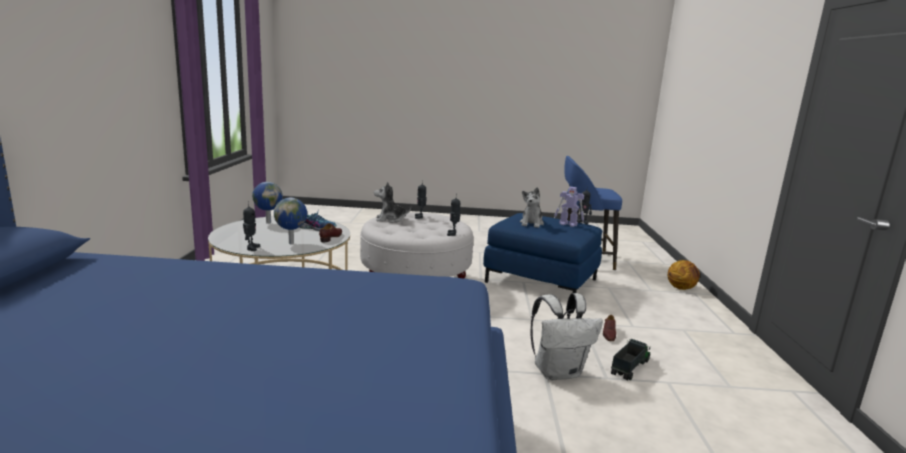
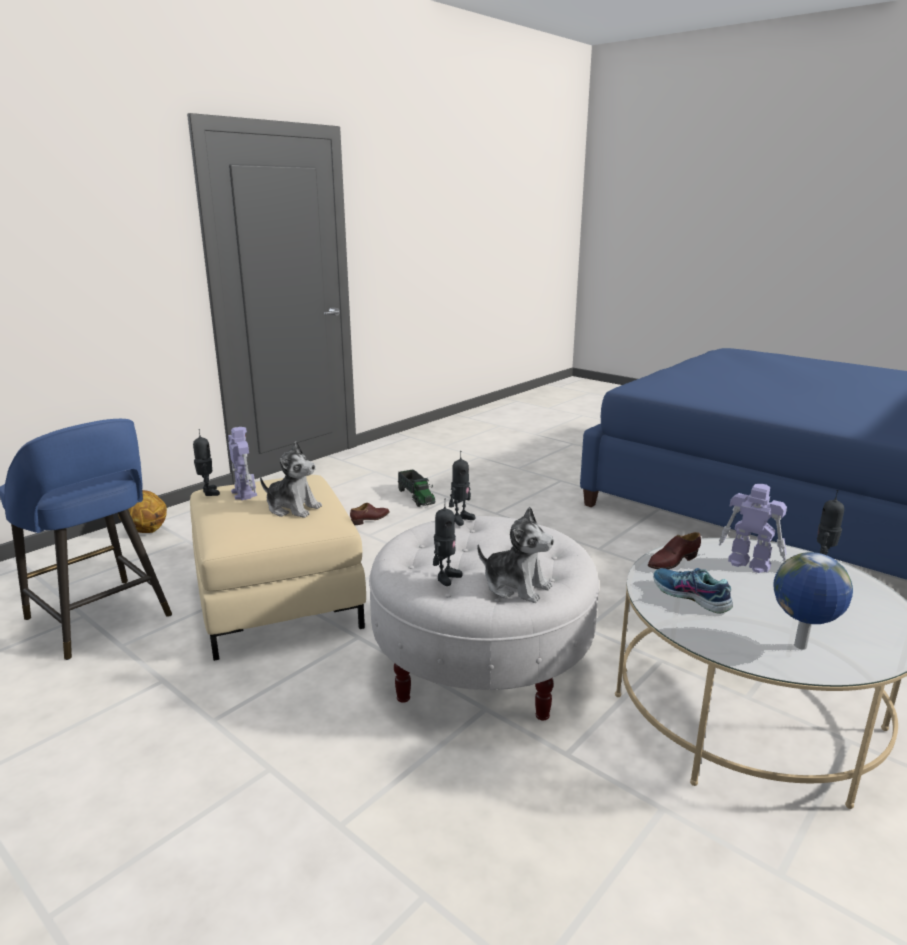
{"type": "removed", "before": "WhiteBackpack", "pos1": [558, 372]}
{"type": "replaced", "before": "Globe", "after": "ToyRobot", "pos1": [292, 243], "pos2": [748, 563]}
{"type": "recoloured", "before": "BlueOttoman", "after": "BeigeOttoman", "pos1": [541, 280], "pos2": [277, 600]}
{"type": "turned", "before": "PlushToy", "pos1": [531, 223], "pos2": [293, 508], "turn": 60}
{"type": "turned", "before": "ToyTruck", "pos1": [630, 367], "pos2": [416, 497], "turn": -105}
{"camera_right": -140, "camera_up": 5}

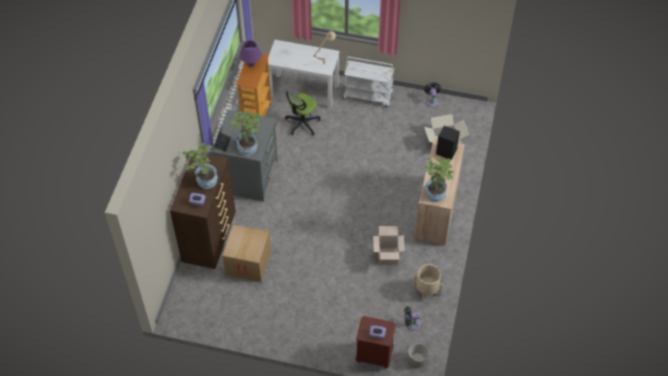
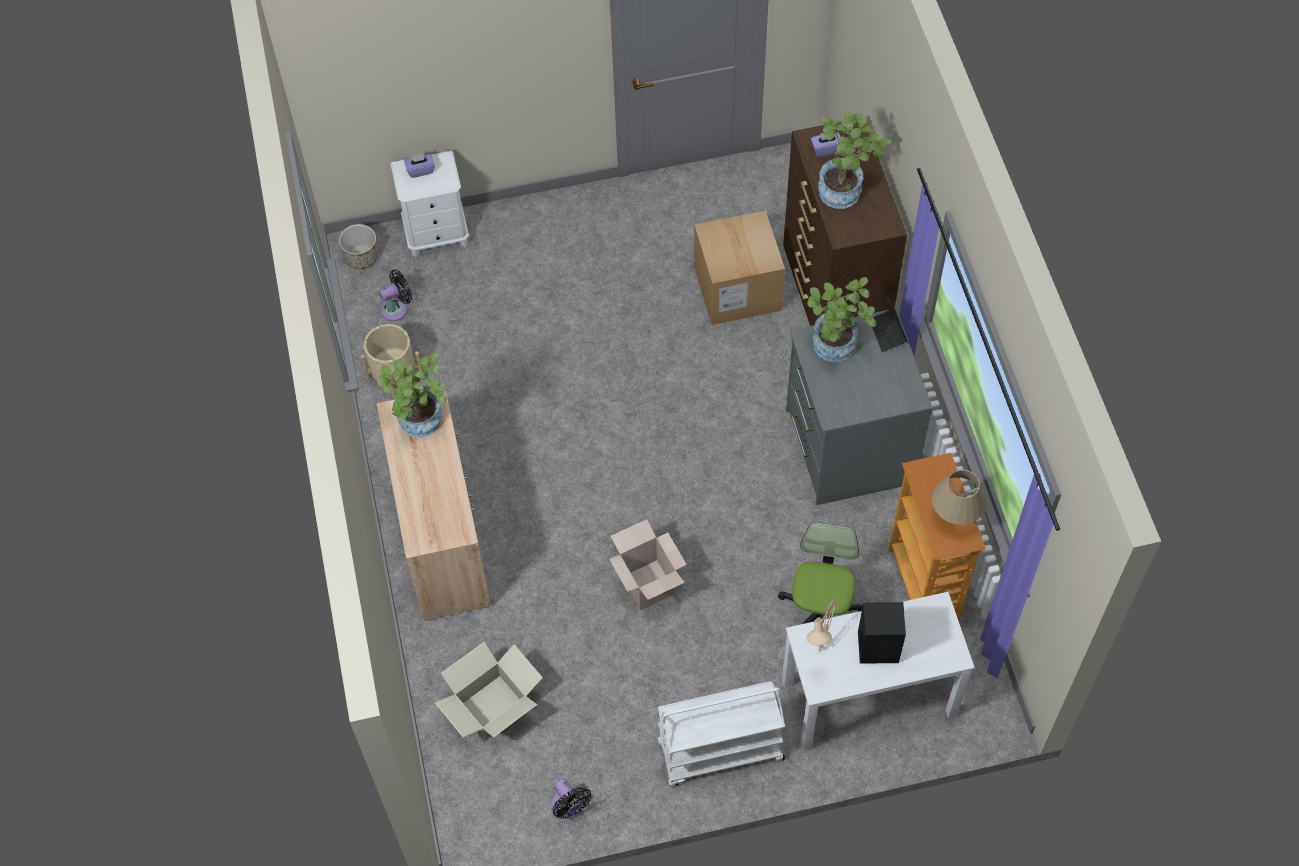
{"type": "moved", "before": "CardboardBox", "pos1": [387, 256], "pos2": [648, 585]}
{"type": "moved", "before": "BlackSpeaker", "pos1": [445, 151], "pos2": [879, 647]}
{"type": "recoloured", "before": "PurpleTableLamp", "after": "BeigeTableLamp", "pos1": [251, 64], "pos2": [955, 516]}
{"type": "recoloured", "before": "BrownNightstand", "after": "WhiteNightstand", "pos1": [374, 355], "pos2": [437, 234]}
{"camera_right": 155, "camera_up": 5}

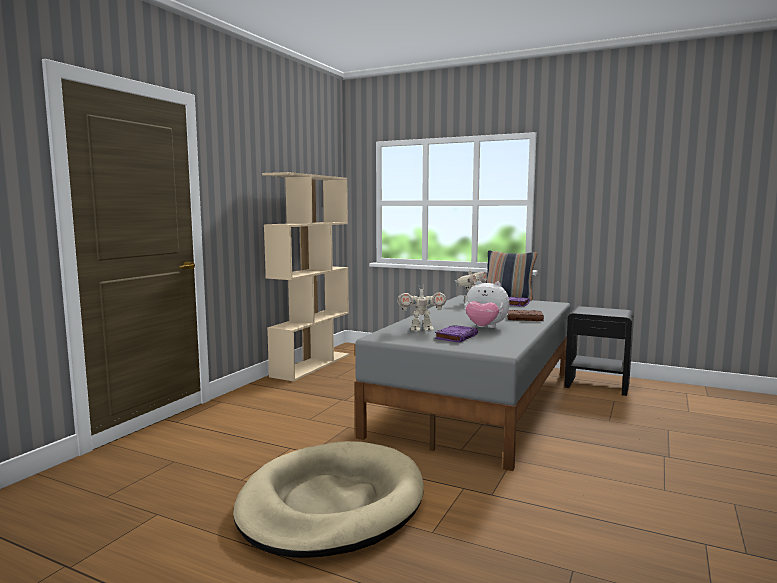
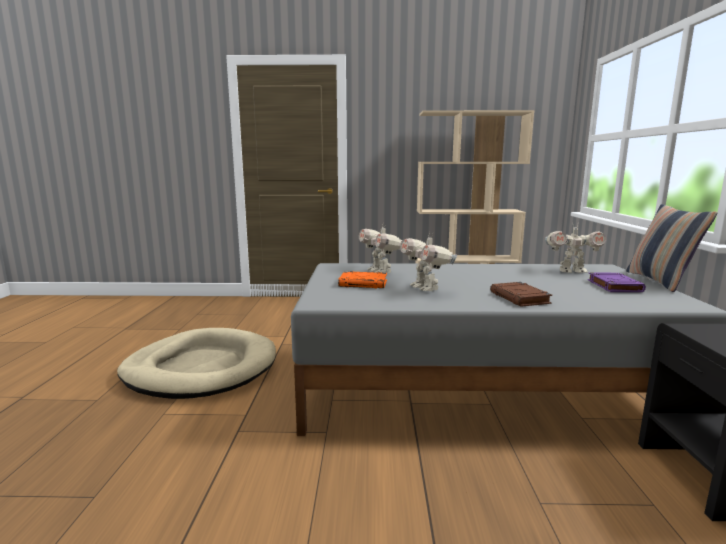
{"type": "replaced", "before": "PlushToy", "after": "ToyRobot", "pos1": [485, 328], "pos2": [425, 288]}
{"type": "recoloured", "before": "PurpleBook", "after": "OrangeBook", "pos1": [456, 337], "pos2": [364, 283]}
{"camera_right": 65, "camera_up": 5}

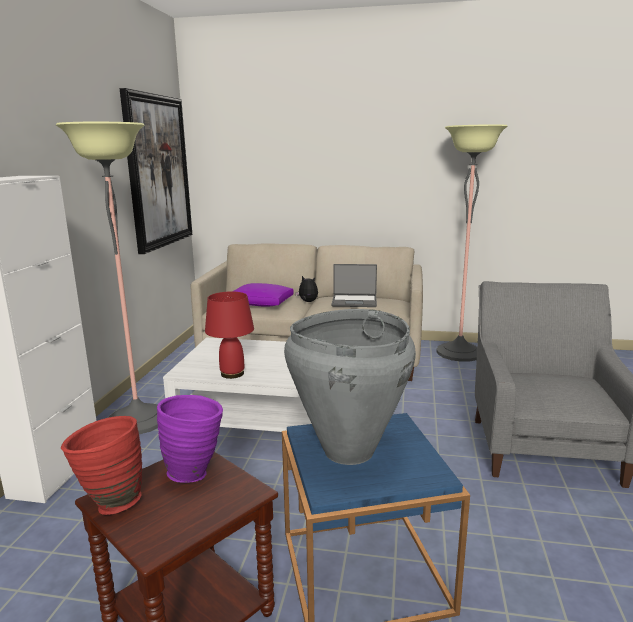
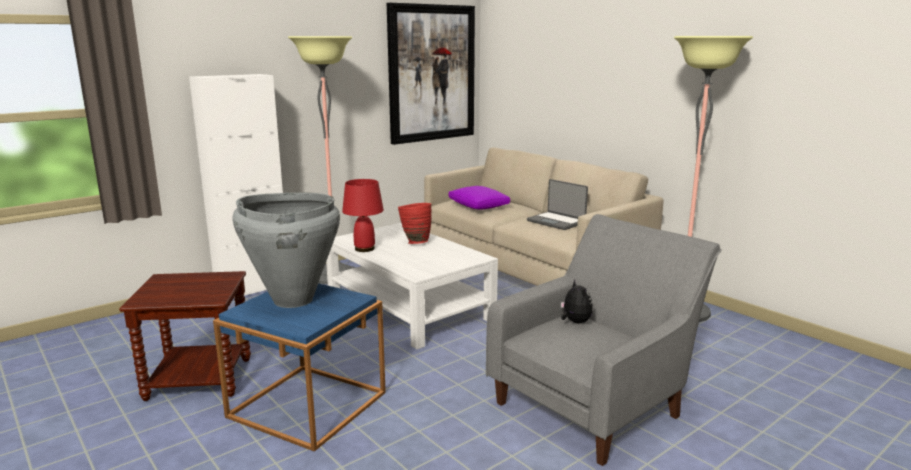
{"type": "removed", "before": "PurpleVase", "pos1": [196, 472]}
{"type": "moved", "before": "RedVase", "pos1": [110, 503], "pos2": [415, 242]}
{"type": "moved", "before": "PlushToy", "pos1": [307, 302], "pos2": [575, 322]}
{"camera_right": 40, "camera_up": 0}

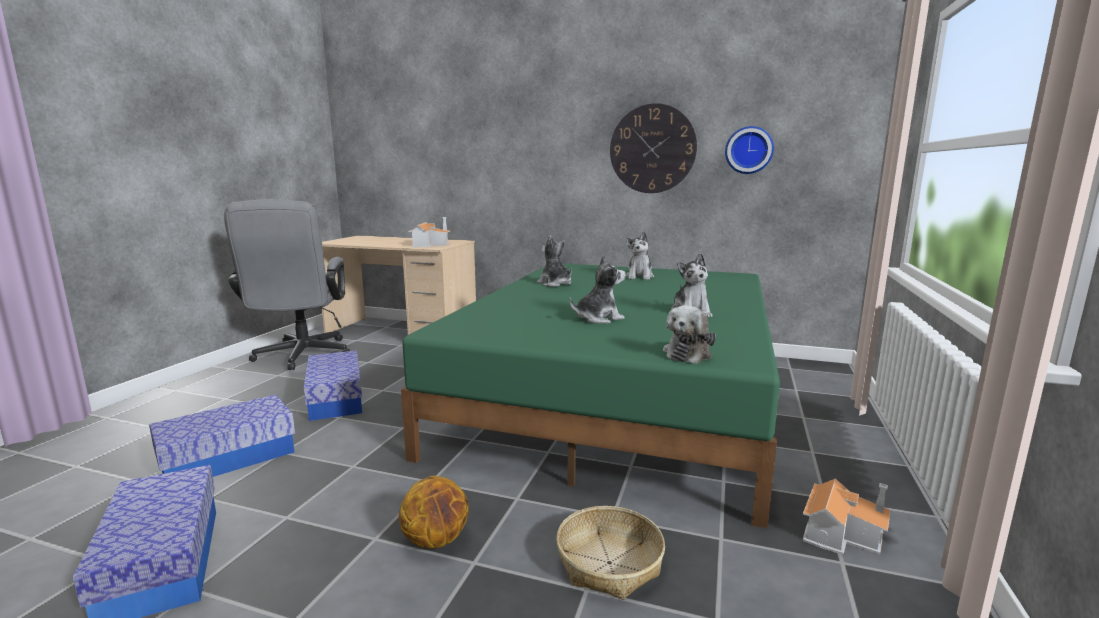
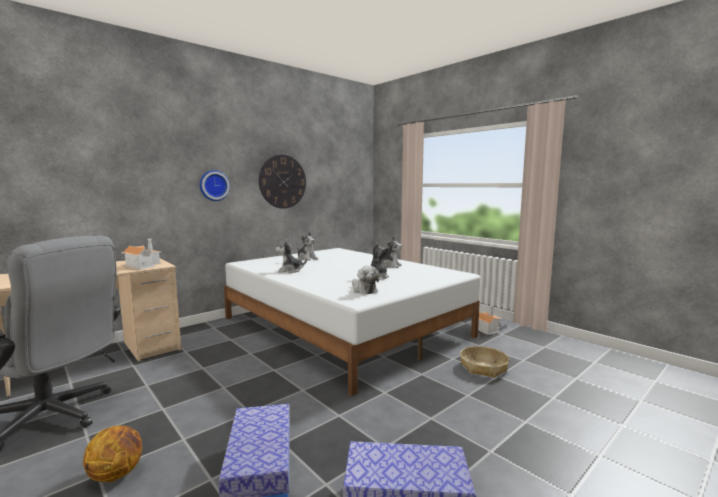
{"type": "removed", "before": "StorageBox", "pos1": [336, 399]}
{"type": "moved", "before": "Basketball", "pos1": [436, 540], "pos2": [117, 473]}
{"type": "moved", "before": "PlushToy", "pos1": [688, 353], "pos2": [363, 290]}
{"type": "moved", "before": "WallClock", "pos1": [749, 150], "pos2": [213, 185]}
{"type": "recoloured", "before": "GreenBed", "after": "WhiteBed", "pos1": [618, 397], "pos2": [343, 326]}
{"camera_right": -60, "camera_up": -5}

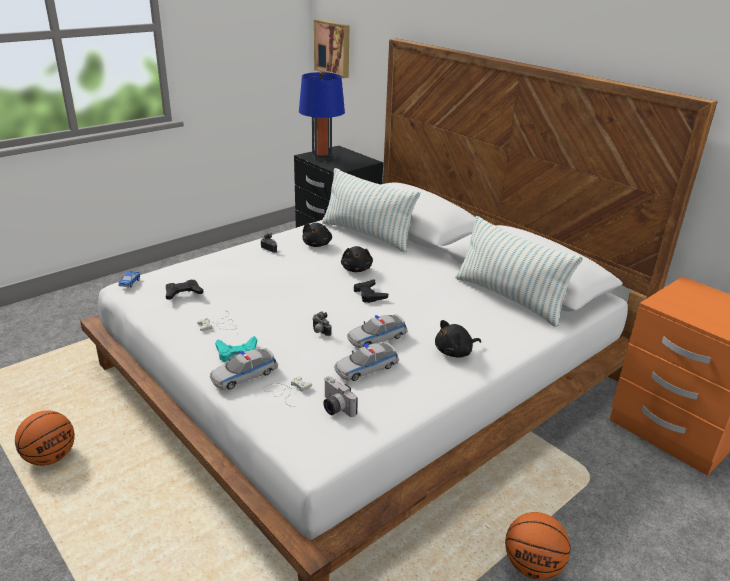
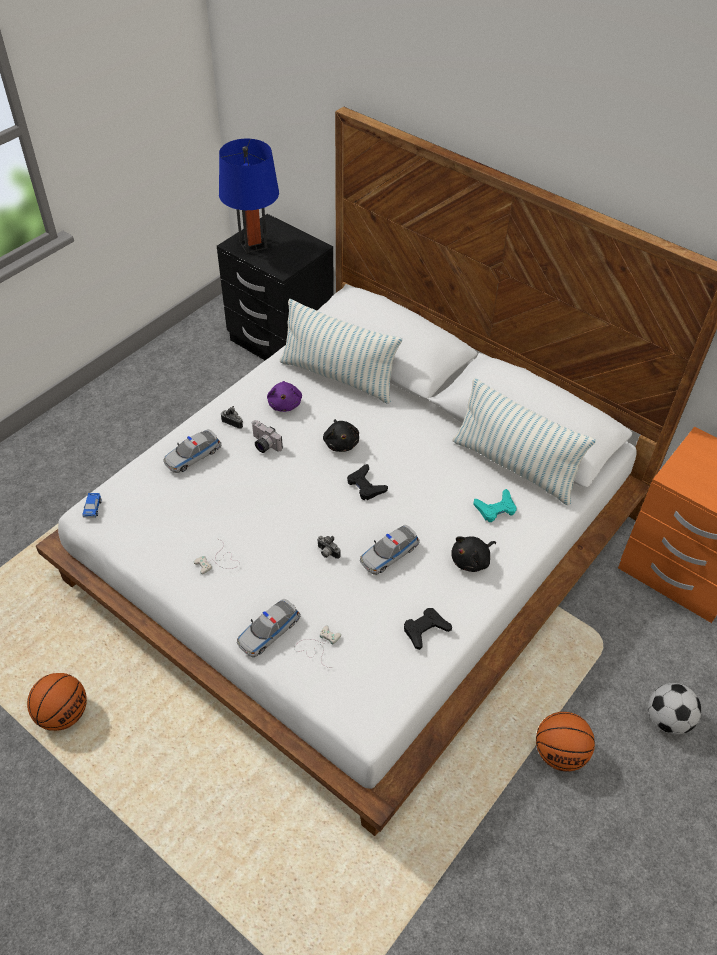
{"type": "removed", "before": "Picture", "pos1": [333, 48]}
{"type": "added", "after": "Football", "pos2": [667, 720]}
{"type": "moved", "before": "BlackGameController", "pos1": [183, 293], "pos2": [425, 630]}
{"type": "moved", "before": "TurquoiseGameController", "pos1": [237, 352], "pos2": [495, 509]}
{"type": "moved", "before": "PhotoCamera", "pos1": [334, 407], "pos2": [263, 445]}
{"type": "moved", "before": "ToyCar", "pos1": [366, 368], "pos2": [193, 456]}
{"type": "recoloured", "before": "BlackPlushToy", "after": "PurplePlushToy", "pos1": [317, 244], "pos2": [285, 404]}
{"camera_right": -10, "camera_up": 20}

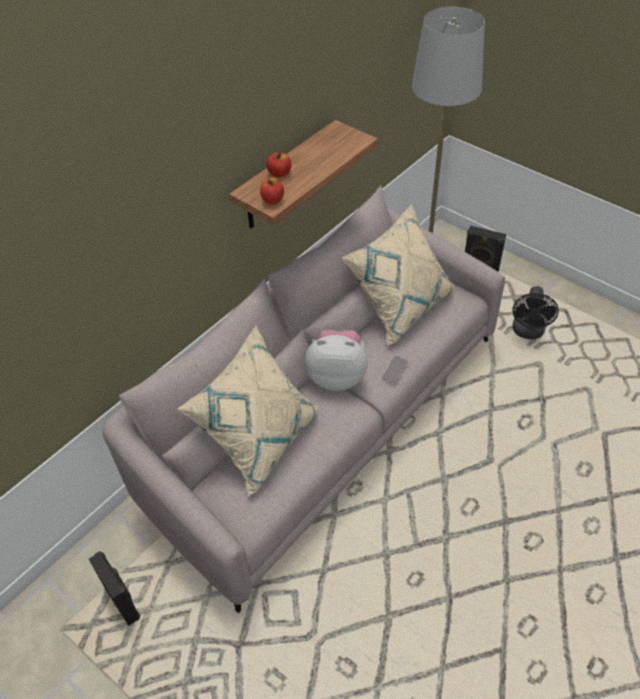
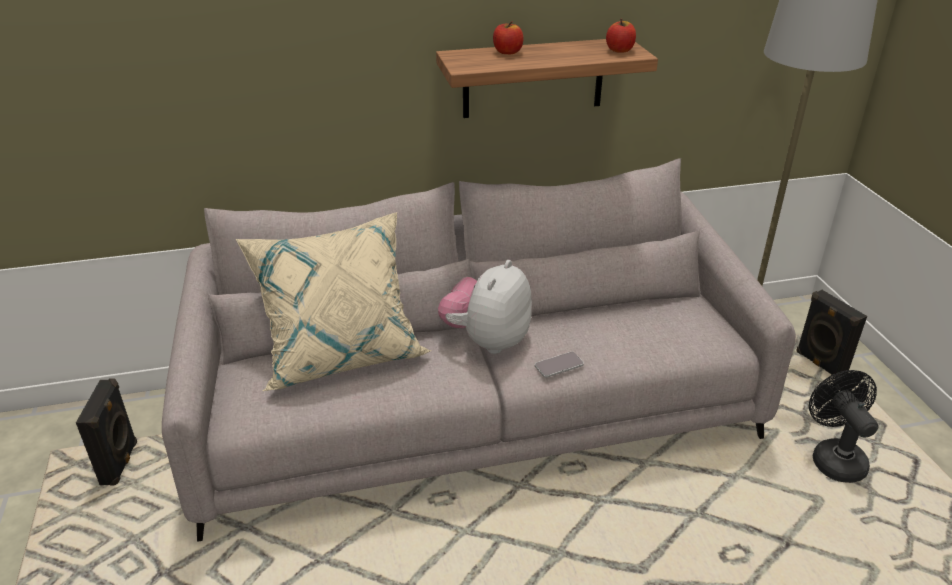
{"type": "removed", "before": "BeigePillow", "pos1": [400, 305]}
{"type": "moved", "before": "Apple", "pos1": [272, 200], "pos2": [619, 50]}
{"type": "turned", "before": "PlushToy", "pos1": [337, 376], "pos2": [487, 340], "turn": -105}
{"type": "turned", "before": "BlackFan", "pos1": [528, 332], "pos2": [833, 458], "turn": 120}
{"camera_right": 35, "camera_up": -15}

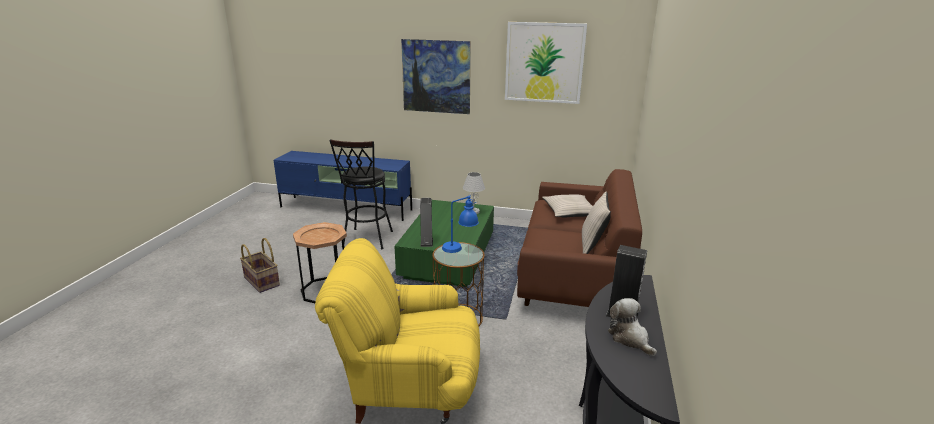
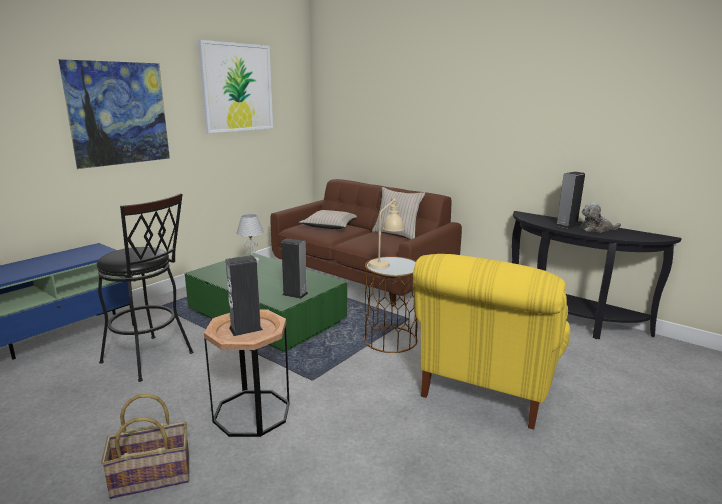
{"type": "added", "after": "Speaker", "pos2": [245, 328]}
{"type": "recoloured", "before": "BlueTableLamp", "after": "BeigeTableLamp", "pos1": [460, 249], "pos2": [385, 263]}
{"camera_right": -65, "camera_up": -5}

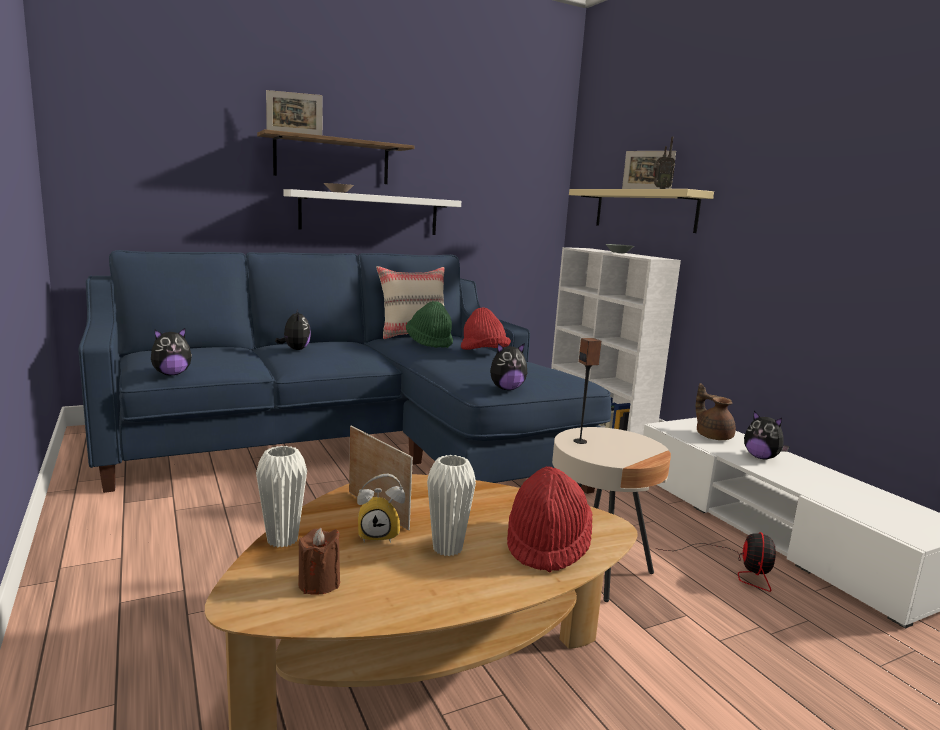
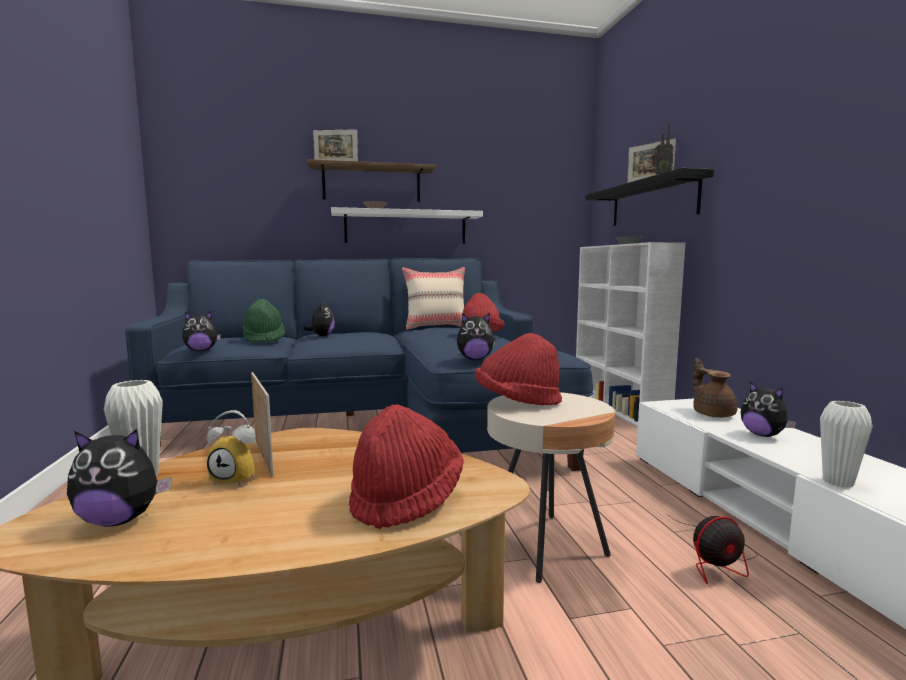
{"type": "moved", "before": "GreenHat", "pos1": [429, 343], "pos2": [264, 339]}
{"type": "moved", "before": "WhiteVase", "pos1": [447, 548], "pos2": [838, 482]}
{"type": "replaced", "before": "BrownCandle", "after": "PlushToy", "pos1": [319, 583], "pos2": [120, 520]}
{"type": "replaced", "before": "Speaker", "after": "RedHat", "pos1": [580, 441], "pos2": [517, 402]}
{"type": "recoloured", "before": "BeigeShelf", "after": "BlackShelf", "pos1": [644, 210], "pos2": [652, 202]}
{"type": "turned", "before": "Fan", "pos1": [735, 569], "pos2": [716, 559], "turn": 45}
{"camera_right": 15, "camera_up": -5}

